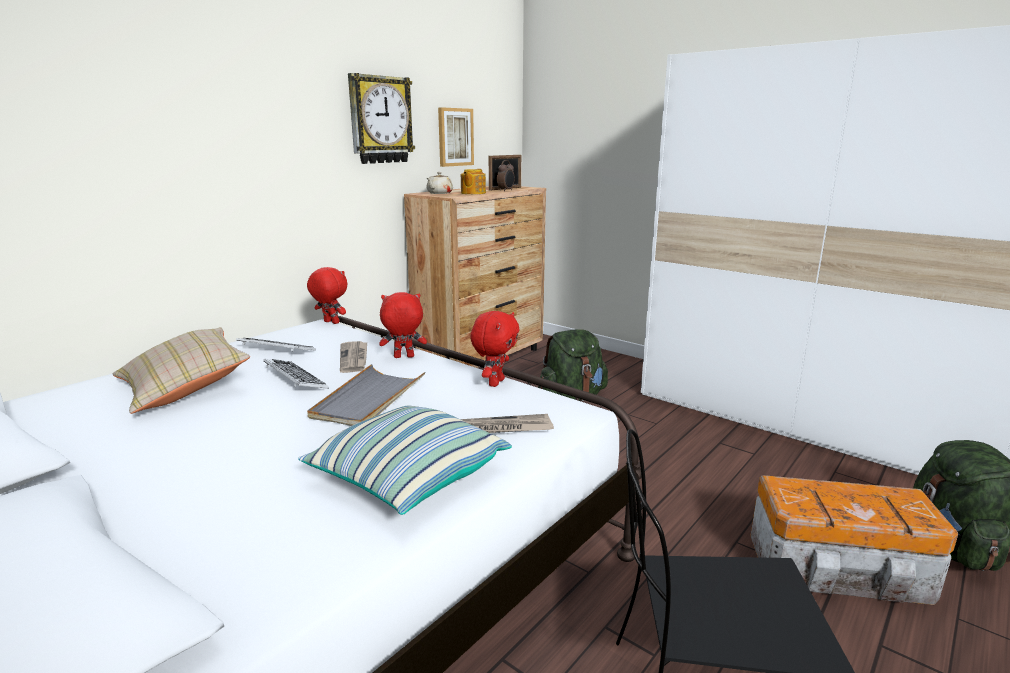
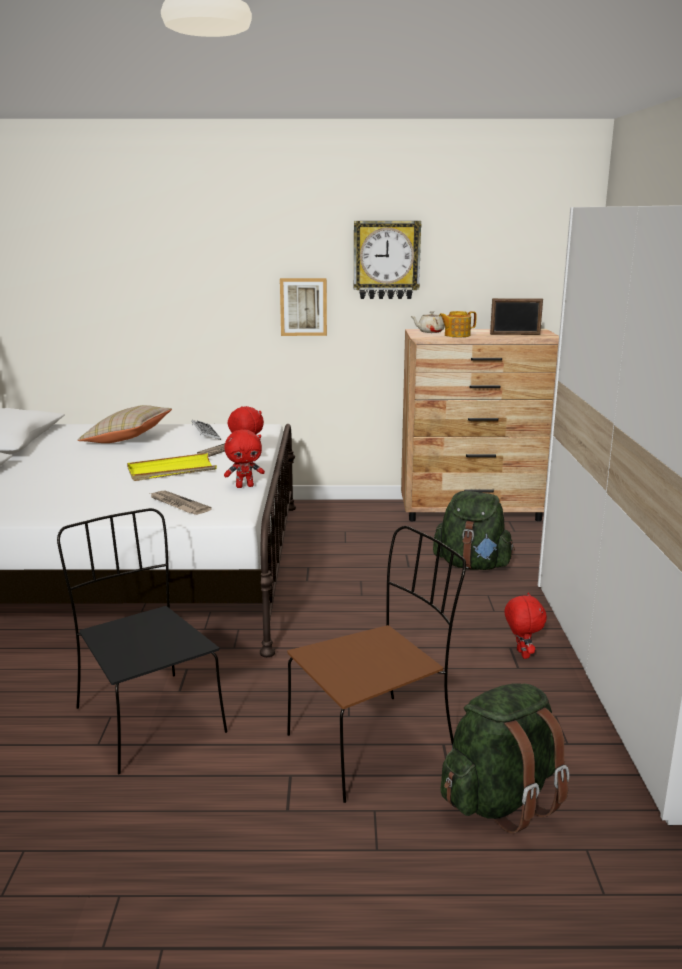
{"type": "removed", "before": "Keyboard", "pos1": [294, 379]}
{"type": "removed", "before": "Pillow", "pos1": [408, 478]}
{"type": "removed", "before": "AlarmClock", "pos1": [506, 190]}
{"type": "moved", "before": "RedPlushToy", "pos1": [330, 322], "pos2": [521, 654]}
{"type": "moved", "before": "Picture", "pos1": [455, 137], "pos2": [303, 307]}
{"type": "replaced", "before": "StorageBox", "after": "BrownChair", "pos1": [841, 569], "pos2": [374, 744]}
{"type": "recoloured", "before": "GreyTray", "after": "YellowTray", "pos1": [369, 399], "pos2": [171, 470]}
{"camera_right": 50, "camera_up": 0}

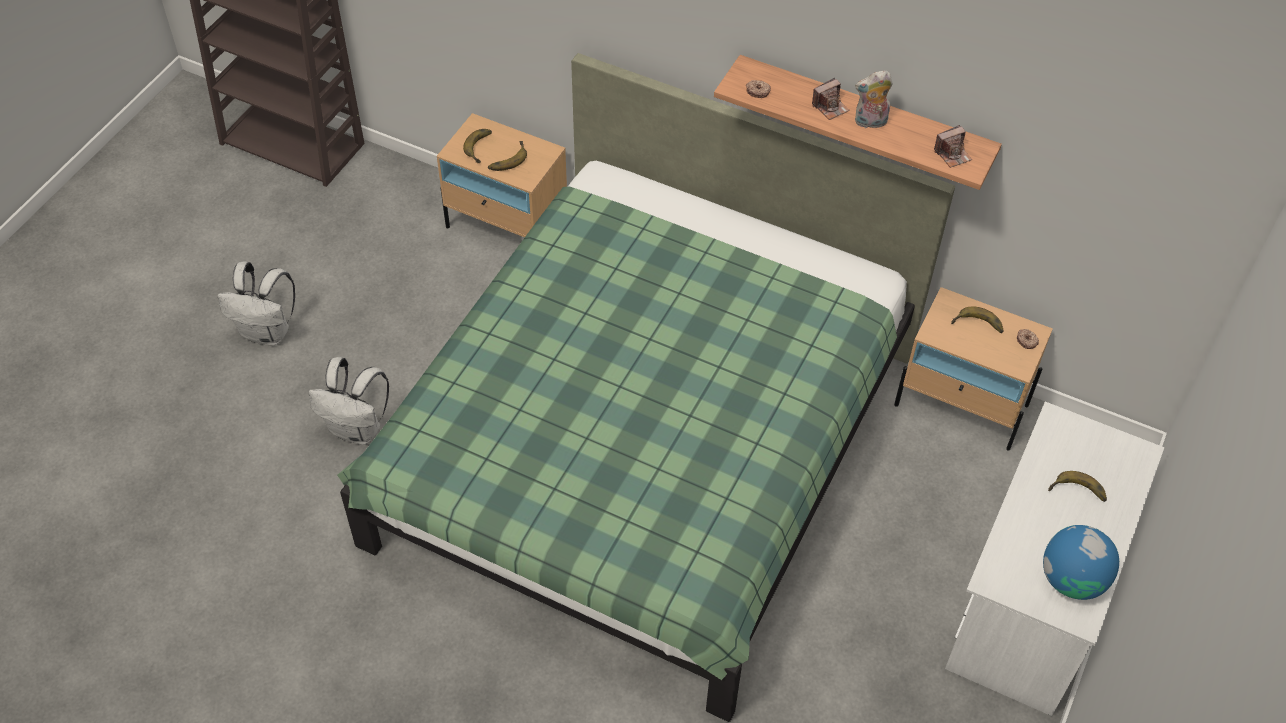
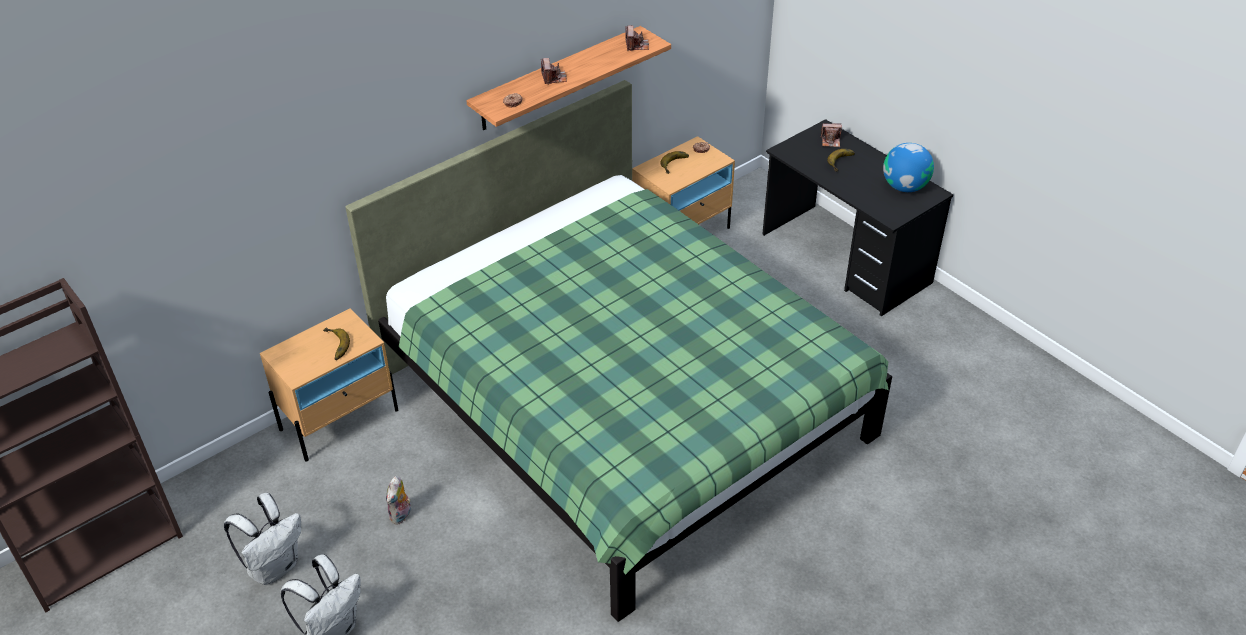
{"type": "removed", "before": "Banana", "pos1": [482, 147]}
{"type": "added", "after": "PhotoCamera", "pos2": [830, 141]}
{"type": "moved", "before": "WhiteBackpack", "pos1": [357, 429], "pos2": [274, 566]}
{"type": "moved", "before": "PlushToy", "pos1": [870, 122], "pos2": [401, 515]}
{"type": "recoloured", "before": "WhiteDesk", "after": "BlackDesk", "pos1": [1033, 597], "pos2": [845, 259]}
{"camera_right": -65, "camera_up": -10}

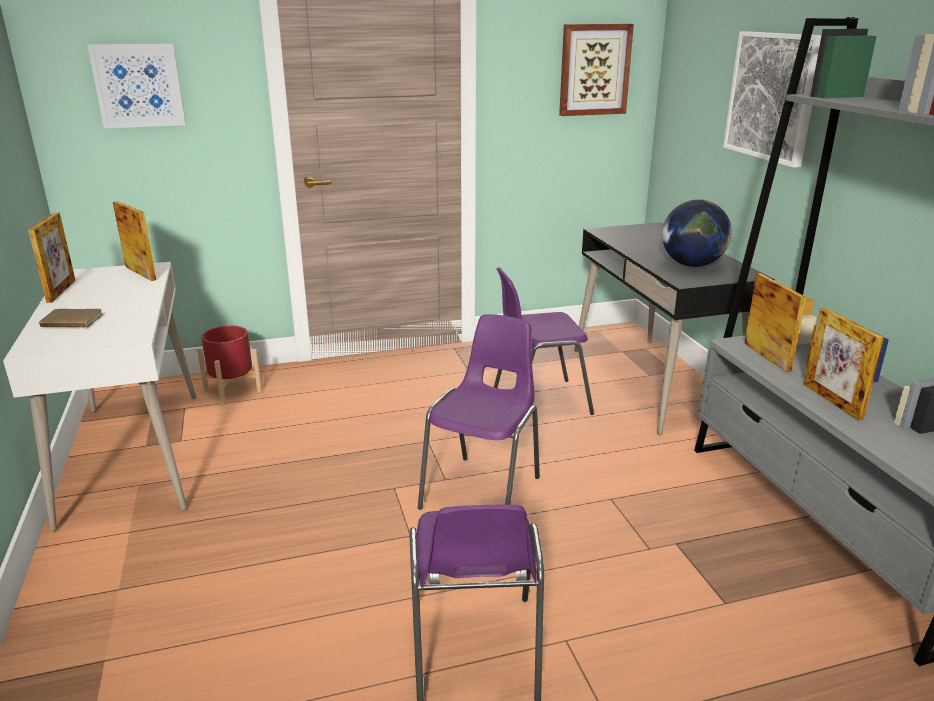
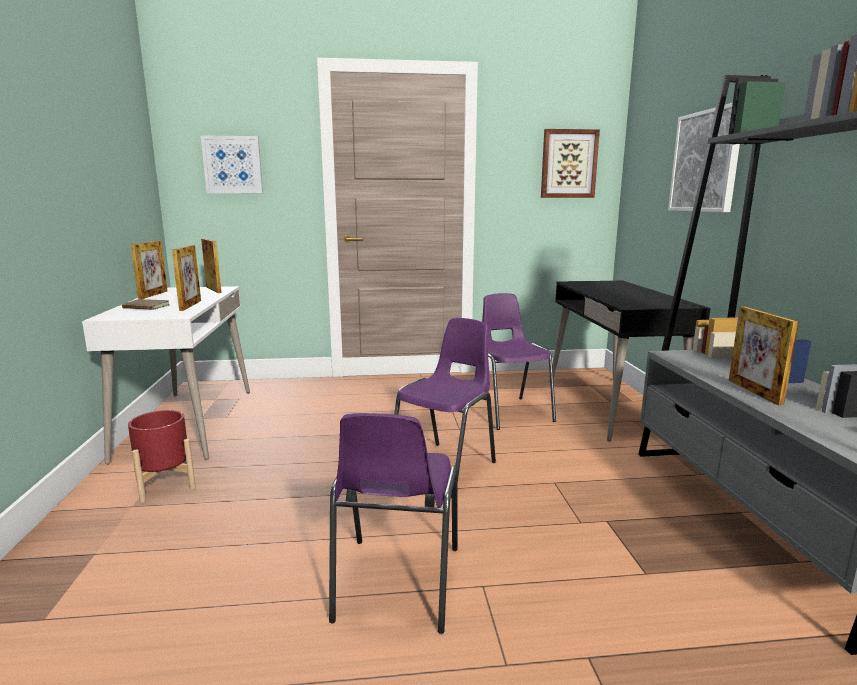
{"type": "removed", "before": "Globe", "pos1": [692, 265]}
{"type": "moved", "before": "RedPlanter", "pos1": [233, 390], "pos2": [166, 484]}
{"type": "moved", "before": "PictureFrame", "pos1": [766, 357], "pos2": [190, 305]}
{"type": "turned", "before": "PurpleChair", "pos1": [538, 401], "pos2": [510, 412], "turn": 75}
{"camera_right": 10, "camera_up": -10}

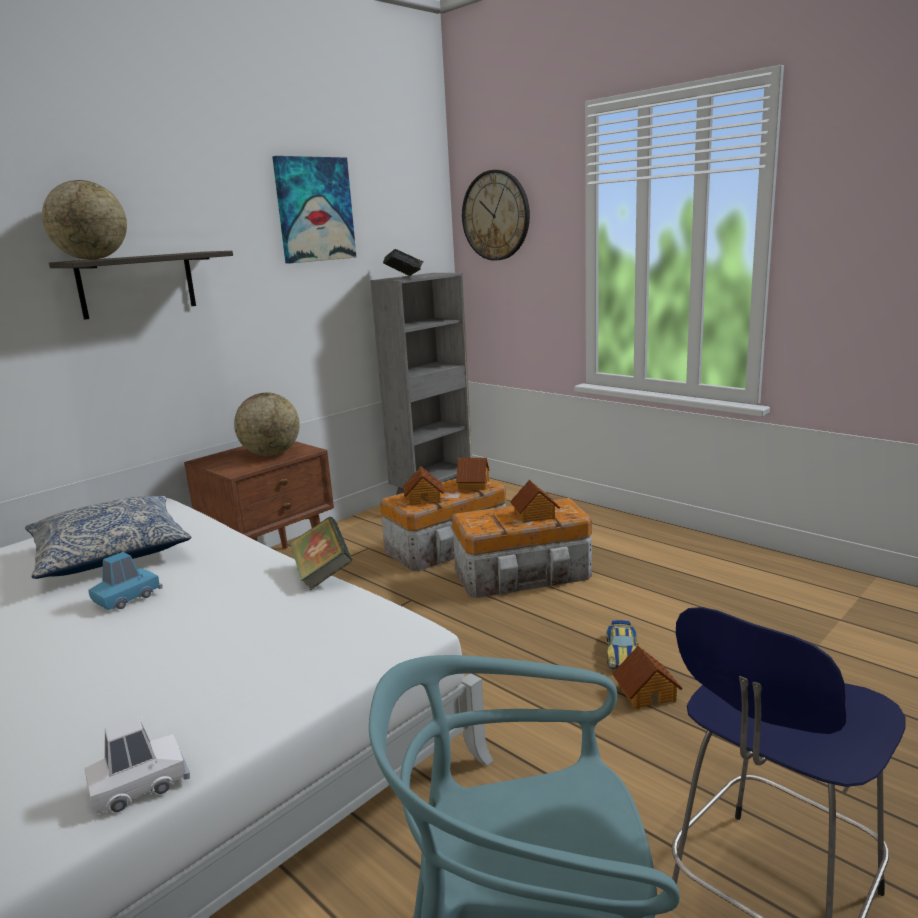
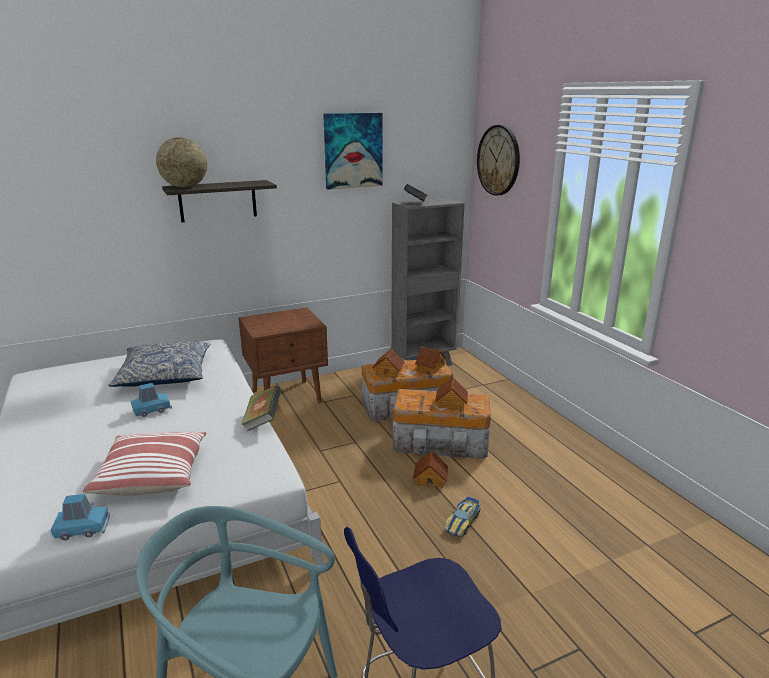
{"type": "removed", "before": "Globe", "pos1": [271, 454]}
{"type": "added", "after": "Pillow", "pos2": [152, 475]}
{"type": "moved", "before": "ToyHouse", "pos1": [646, 693], "pos2": [430, 478]}
{"type": "recoloured", "before": "WhiteToyCar", "after": "BlueToyCar", "pos1": [140, 784], "pos2": [83, 528]}
{"camera_right": 20, "camera_up": 5}

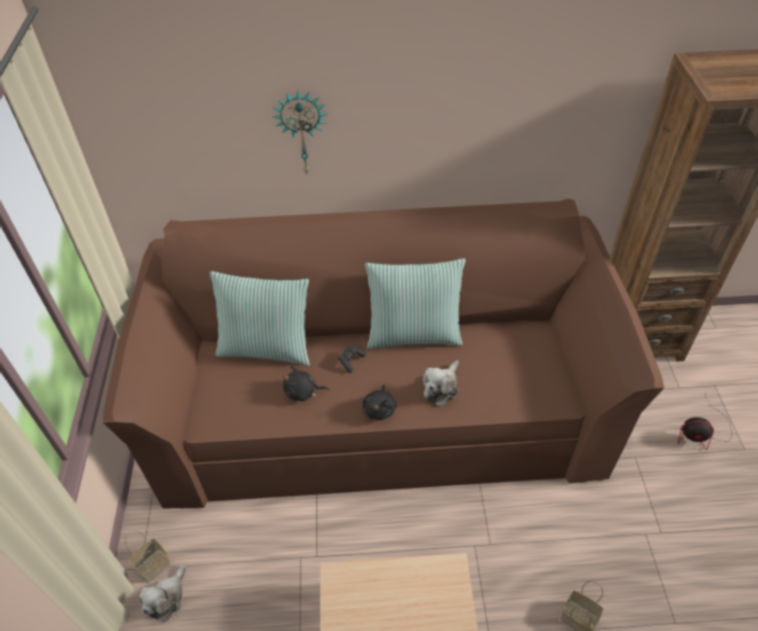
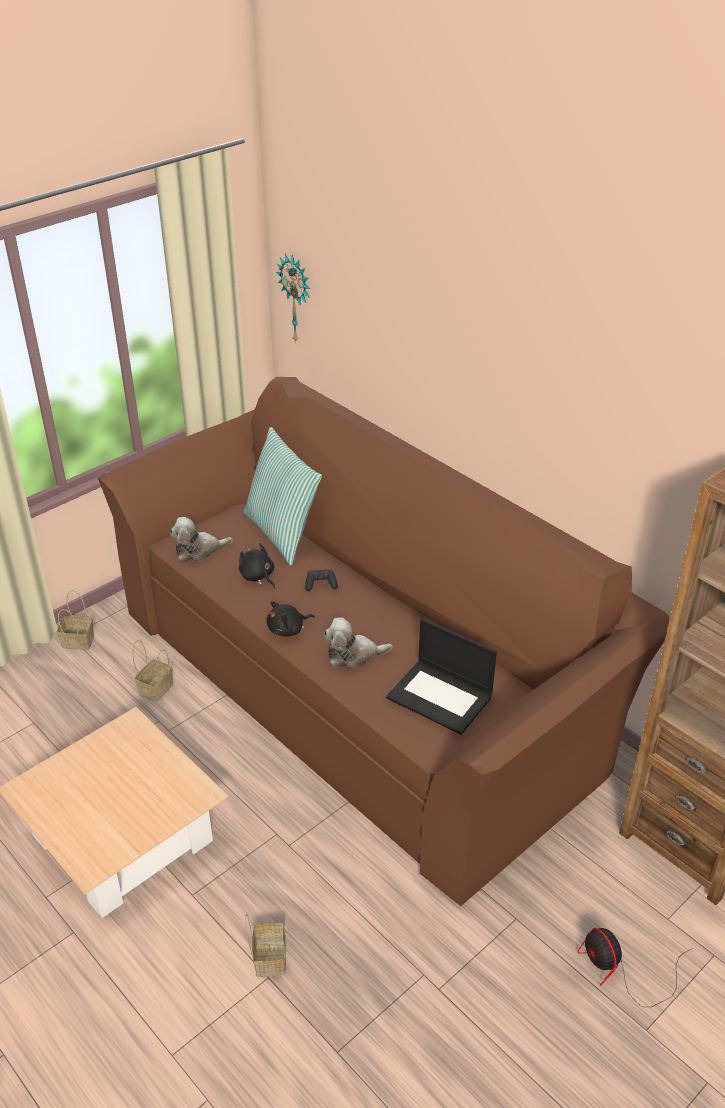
{"type": "removed", "before": "Pillow", "pos1": [413, 334]}
{"type": "added", "after": "Basket", "pos2": [156, 688]}
{"type": "added", "after": "Laptop", "pos2": [441, 697]}
{"type": "moved", "before": "PlushToy", "pos1": [167, 598], "pos2": [198, 550]}
{"type": "moved", "before": "WallClock", "pos1": [302, 132], "pos2": [297, 298]}
{"camera_right": 50, "camera_up": -10}

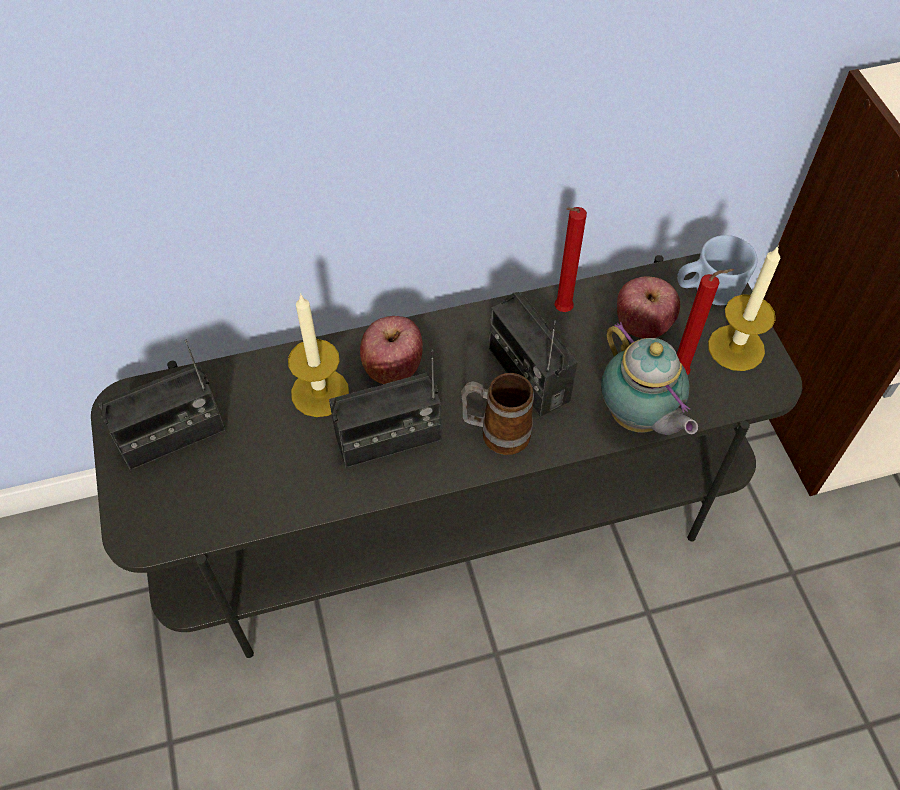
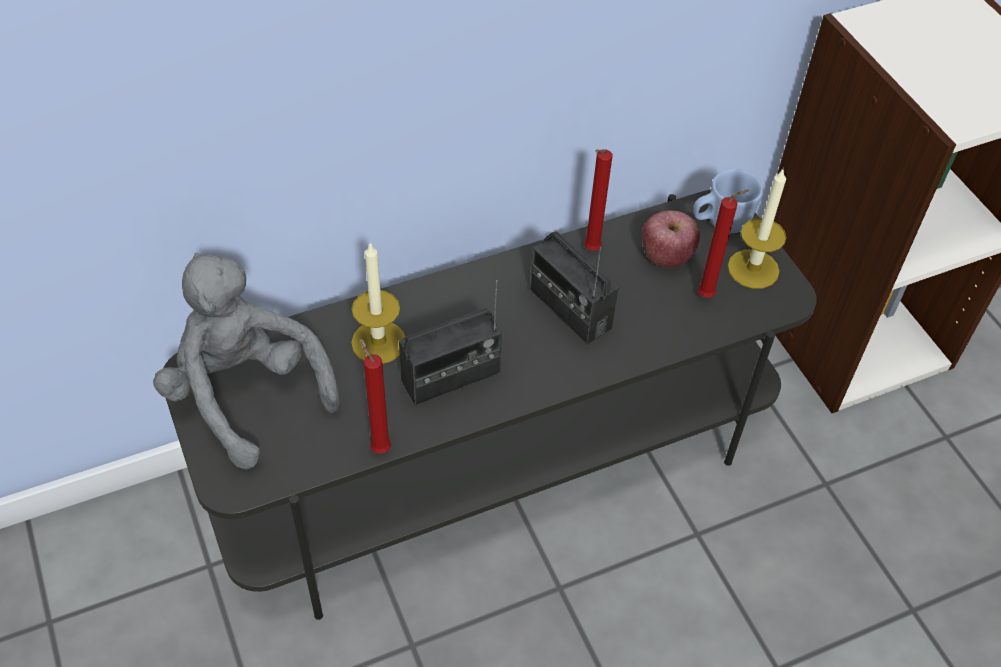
{"type": "removed", "before": "Apple", "pos1": [393, 368]}
{"type": "removed", "before": "Mug", "pos1": [495, 433]}
{"type": "removed", "before": "Teapot", "pos1": [638, 419]}
{"type": "added", "after": "RedCandle", "pos2": [379, 447]}
{"type": "replaced", "before": "Radio", "after": "GreyPlushToy", "pos1": [173, 436], "pos2": [245, 394]}
{"camera_right": -10, "camera_up": -5}

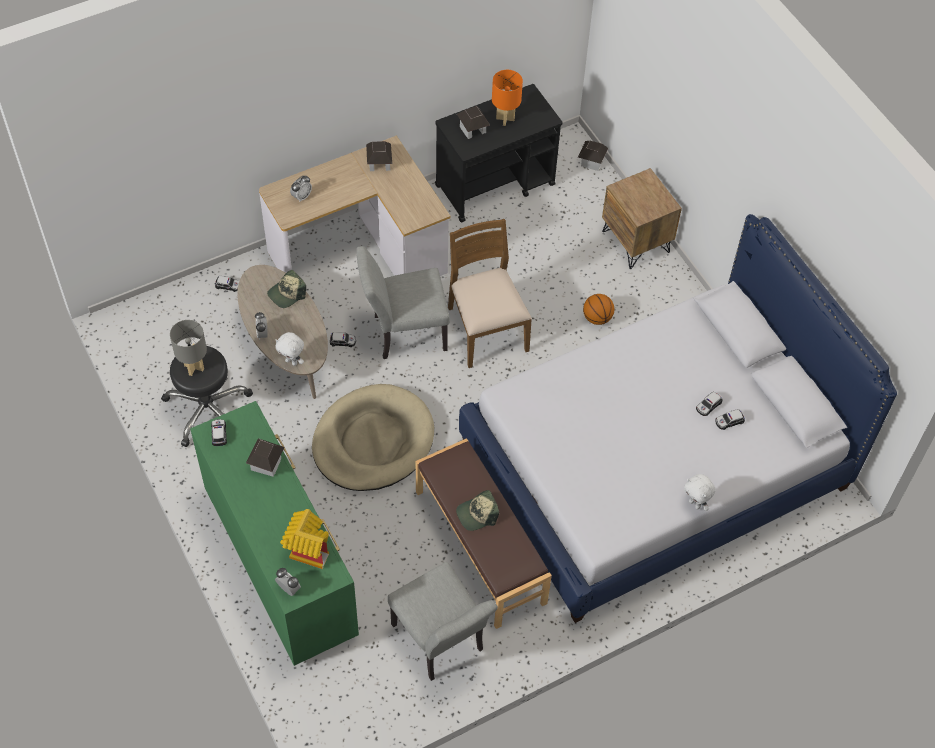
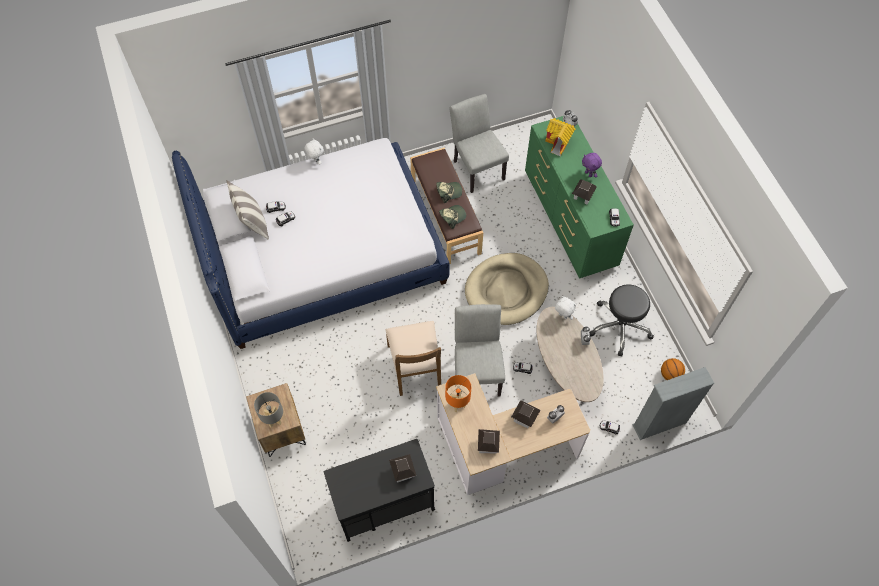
{"type": "added", "after": "Pillow", "pos2": [252, 223]}
{"type": "added", "after": "PurplePlushToy", "pos2": [589, 174]}
{"type": "added", "after": "GreyBookcase", "pos2": [659, 424]}
{"type": "moved", "before": "GreyTableLamp", "pos1": [193, 367], "pos2": [274, 420]}
{"type": "moved", "before": "Cap", "pos1": [287, 294], "pos2": [452, 217]}
{"type": "moved", "before": "OrangeTableLamp", "pos1": [504, 119], "pos2": [457, 404]}
{"type": "moved", "before": "ToyHouse", "pos1": [591, 161], "pos2": [524, 417]}
{"type": "moved", "before": "Basketball", "pos1": [597, 318], "pos2": [670, 374]}
{"type": "turned", "before": "GreyChair", "pos1": [403, 333], "pos2": [477, 370], "turn": -90}
{"camera_right": -170, "camera_up": 5}

